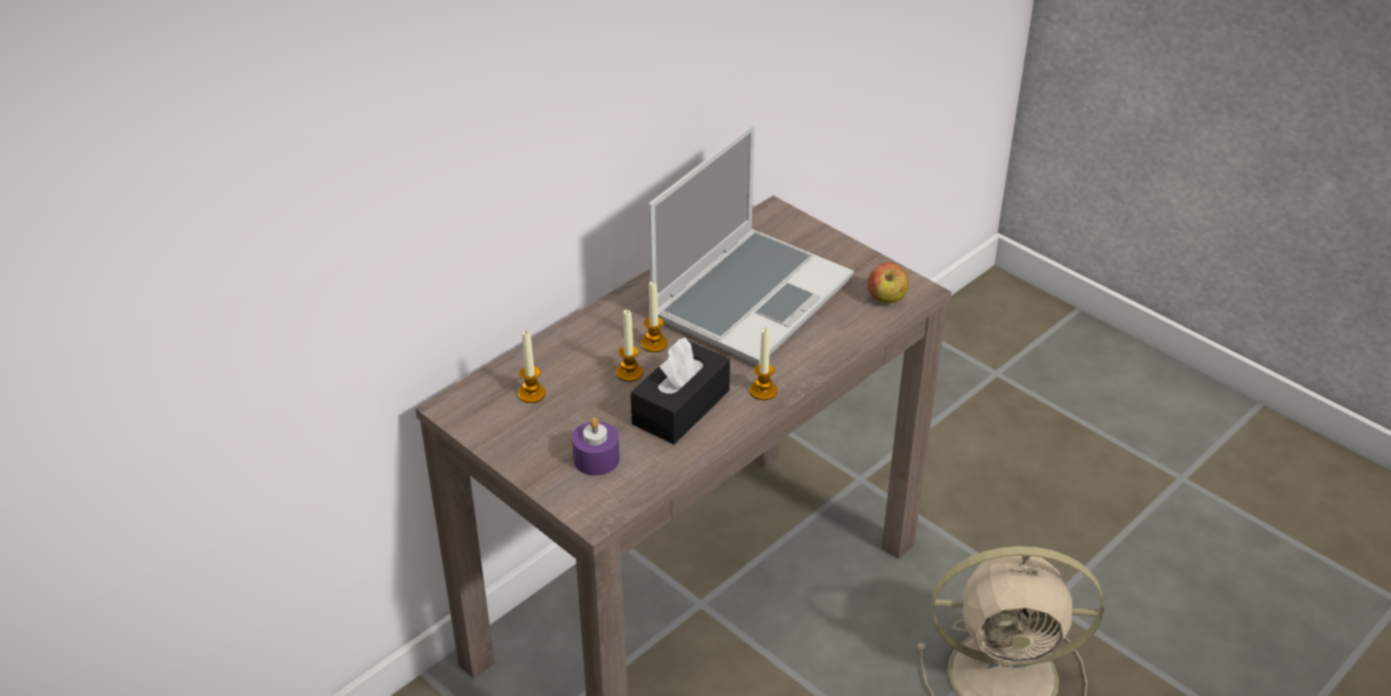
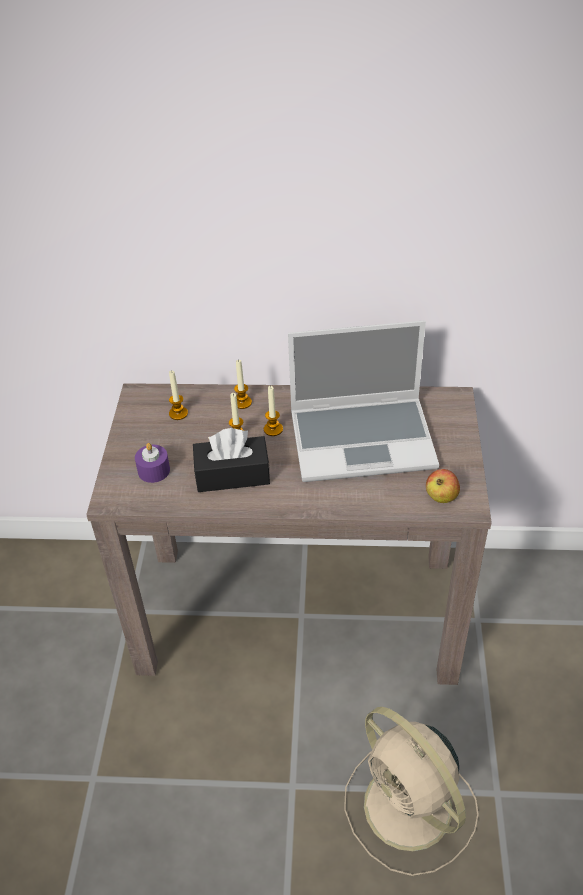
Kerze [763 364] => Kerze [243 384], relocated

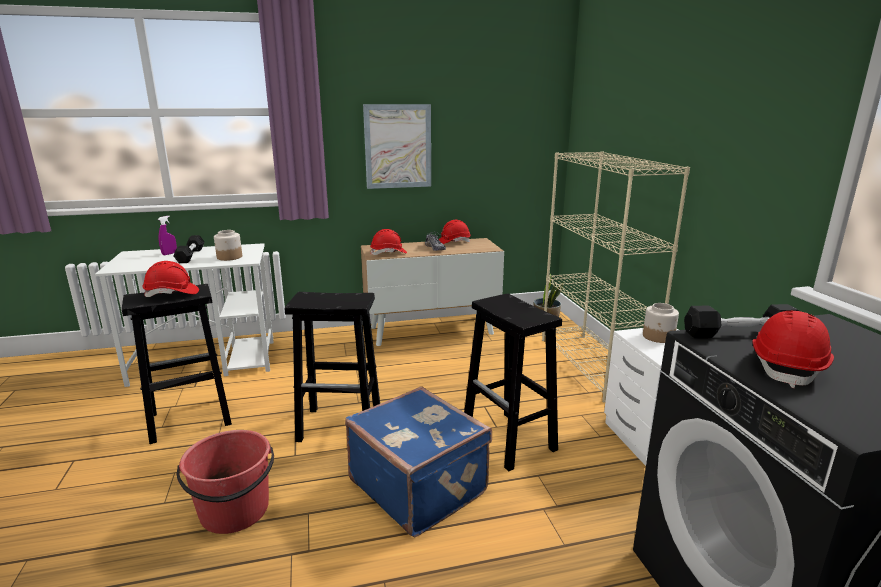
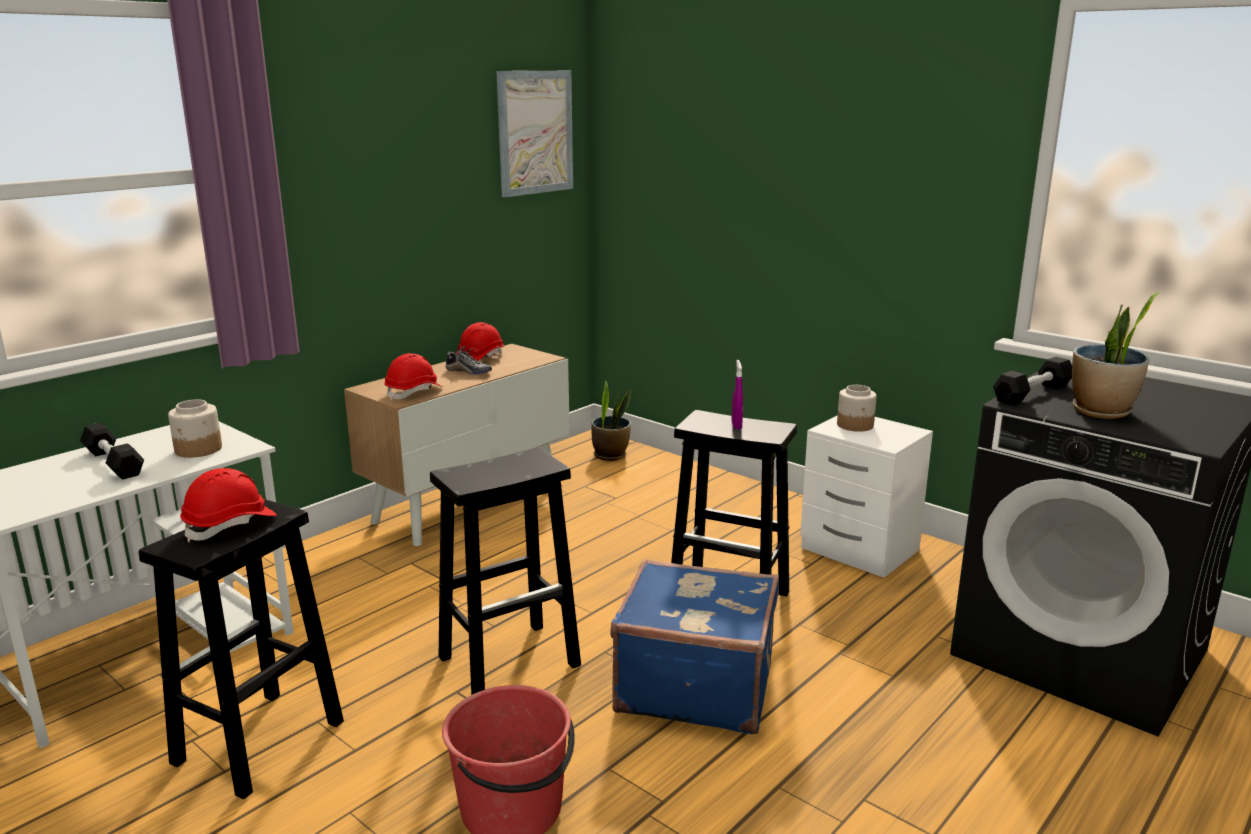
Bild [397 146] => Bild [534 134], relocated
Sprühflasche/lila [167 235] => Sprühflasche/lila [737 394], relocated
Schutzhelm/rot [793 349] => Topfpflanze [1116 355]
Bücherregal/beige [616 277] => nothing

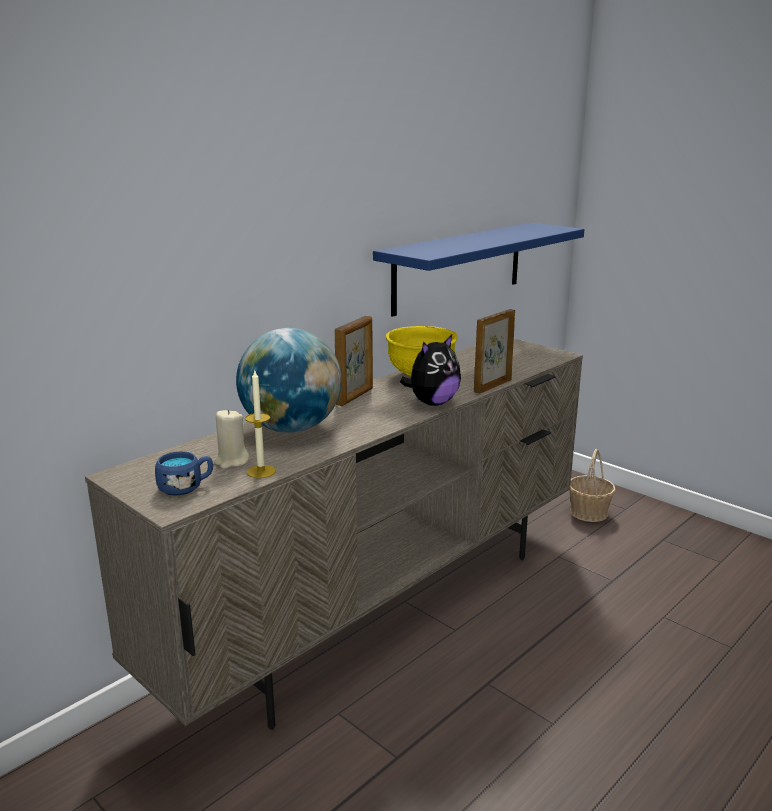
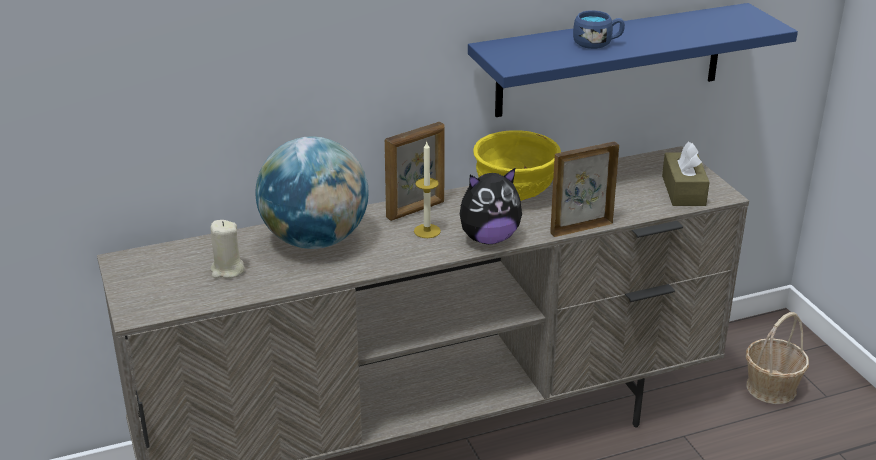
Kerze [260 423] => Kerze [427 190], relocated
Henkelbecher/blau [184 473] => Henkelbecher/blau [599 29], relocated
nothing => Taschentuchbox/braun [686 174]

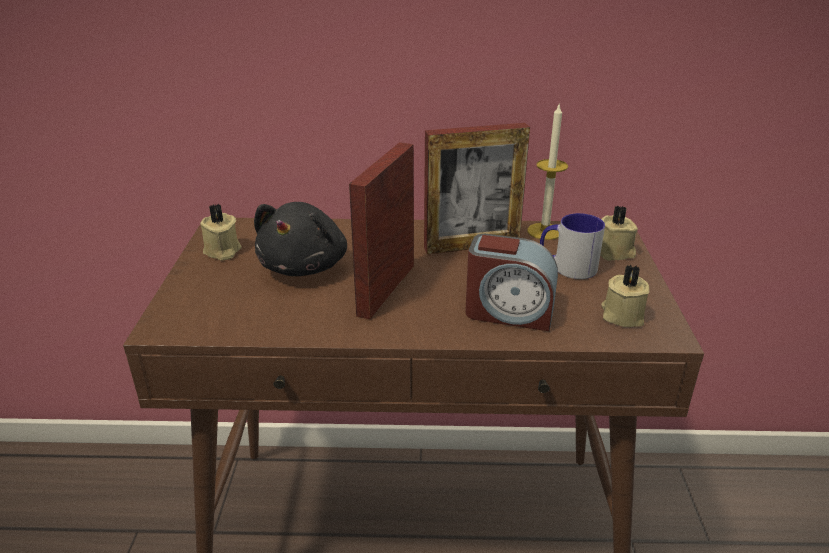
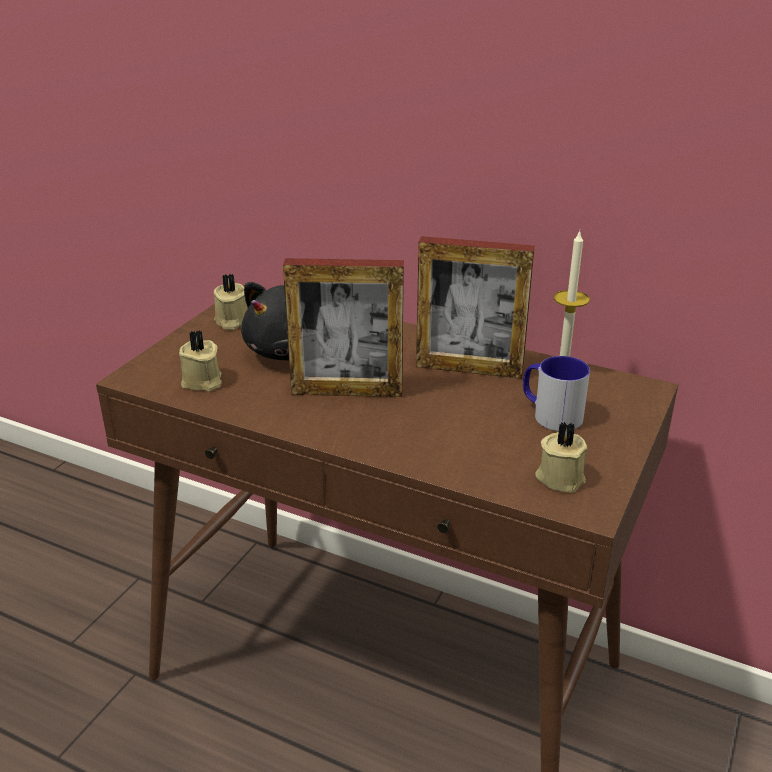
Kerze/beige [619 233] => Kerze/beige [200 361], relocated
Bilderrahmen [381 230] => Bilderrahmen [343 327], 135 degrees counterclockwise
Wecker [511 282] => nothing

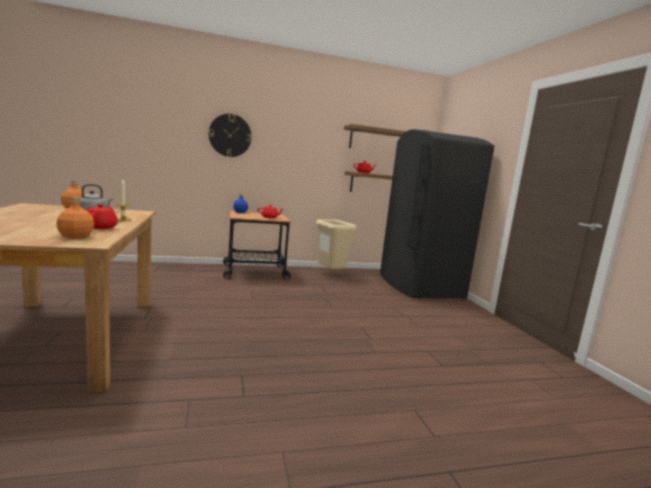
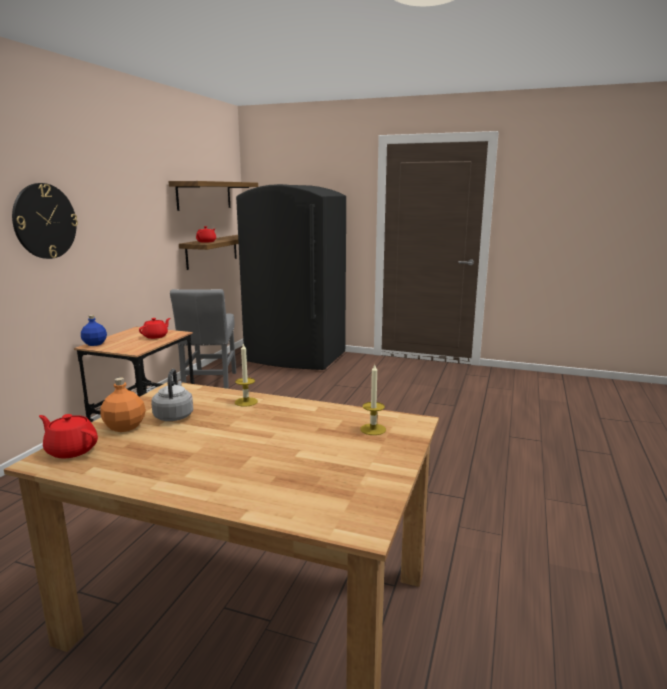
Teekanne/rot [102 216] => Teekanne/rot [68 436], relocated
Mülleimer/beige [336 244] => Stuhl/grau [203 339]
Flasche/orange [75 218] => Kerze [373 400]

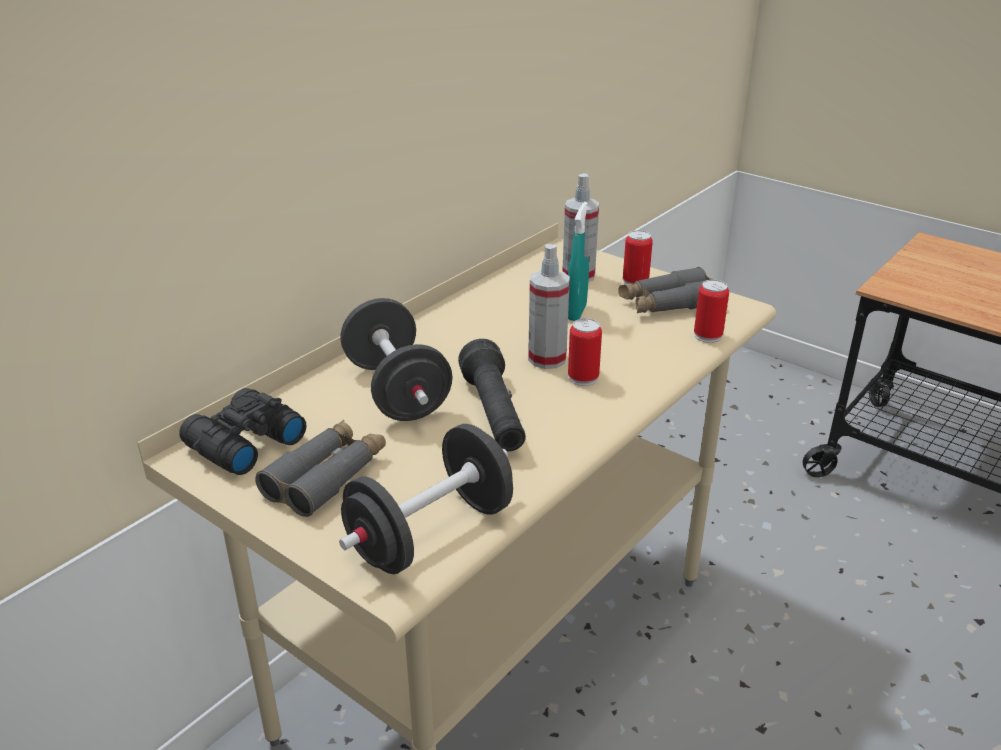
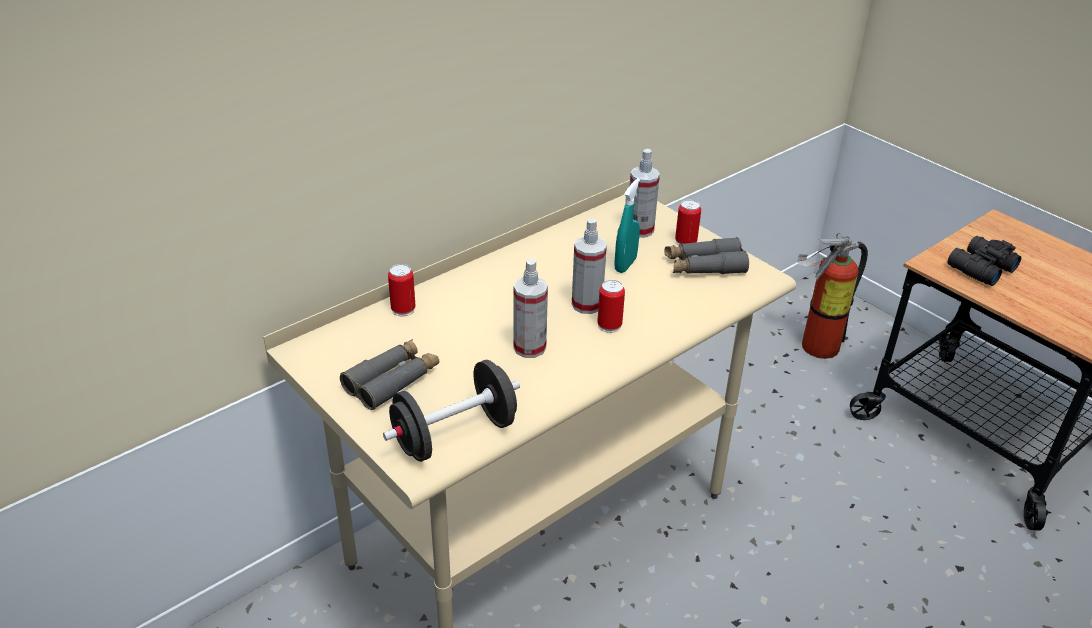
Dose [711 311] => Dose [402 290], relocated
Taschenlampe/schwarz [492 395] => Sprühflasche [530 308]
nothing => Feuerlöscher [832 296]
Fernglas/schwarz [242 431] => Fernglas/schwarz [984 261], relocated
Hantel/schwarz [397 359] => nothing

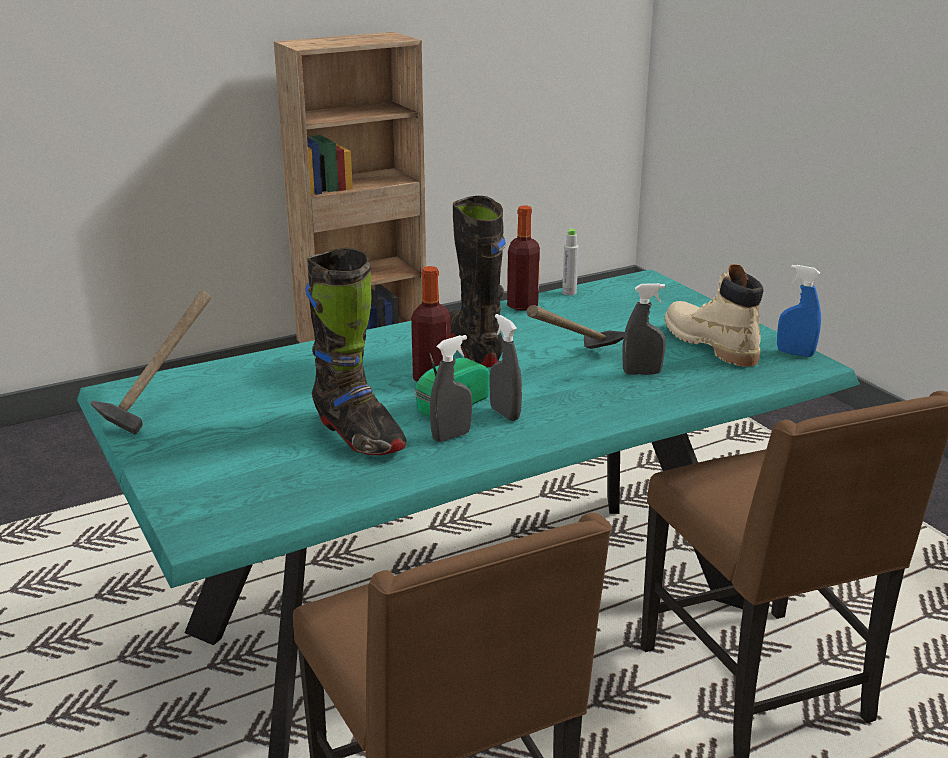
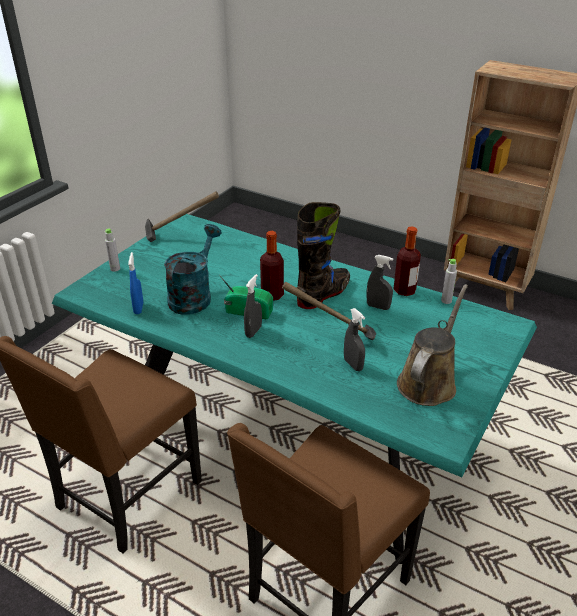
nothing => Flasche/grau [112 250]
Sprühflasche/blau [799 311] => Sprühflasche/blau [135 283], relocated
Stiefel/schwarz [356 351] => Gießkanne/türkis [193 269]
Sprühflasche/grau [451 388] => Sprühflasche/grau [379 282], relocated
Stiefel/beige [714 315] => Gießkanne/braun [432 345]

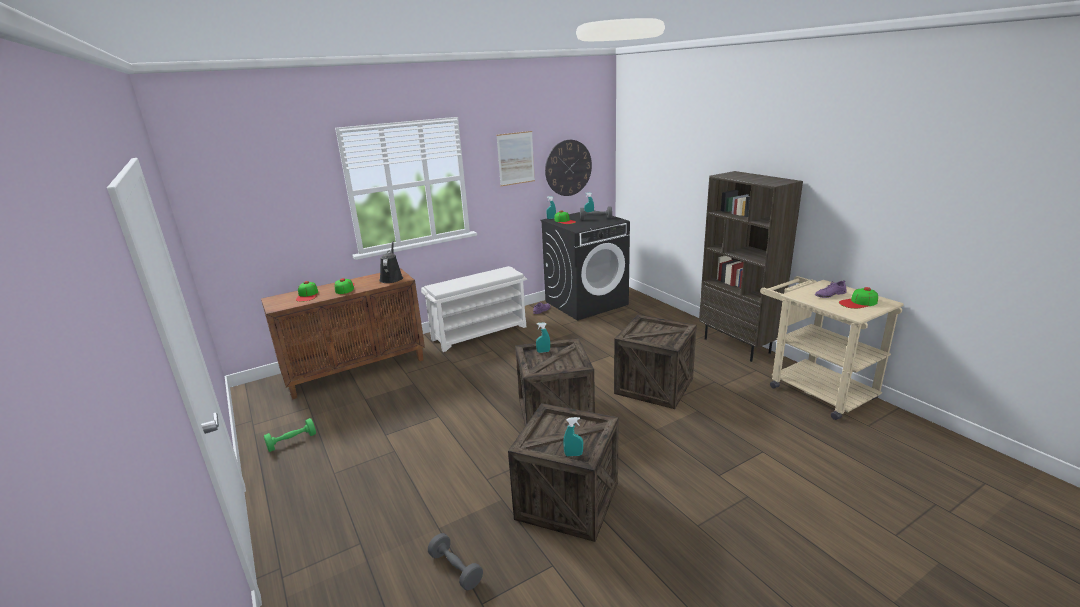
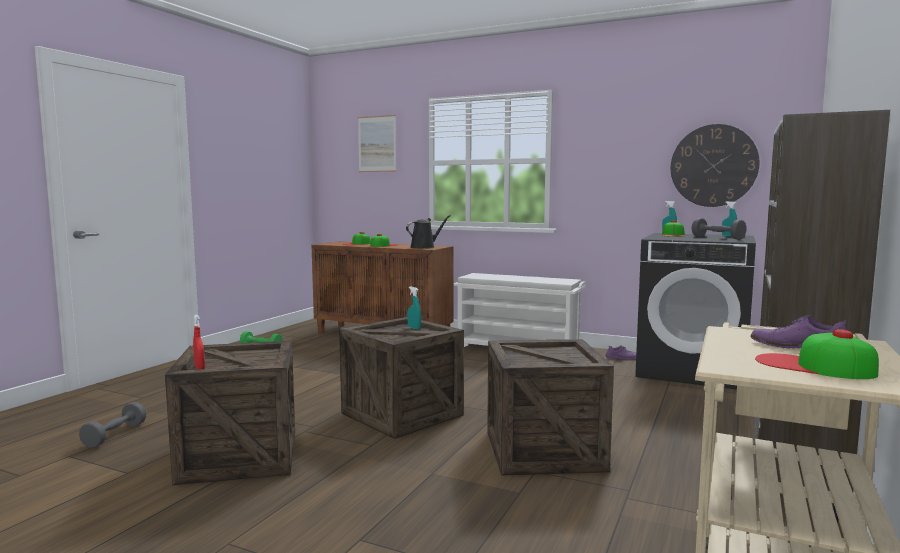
Sprühflasche/türkis [573 436] => Sprühflasche/rot [199 342]
Bild [515 158] => Bild [377 143], relocated

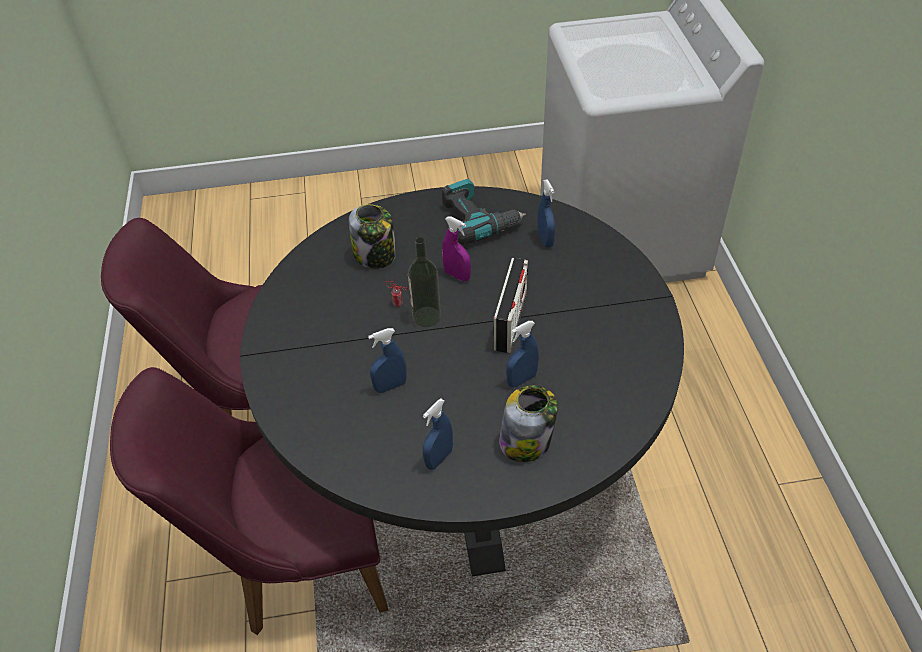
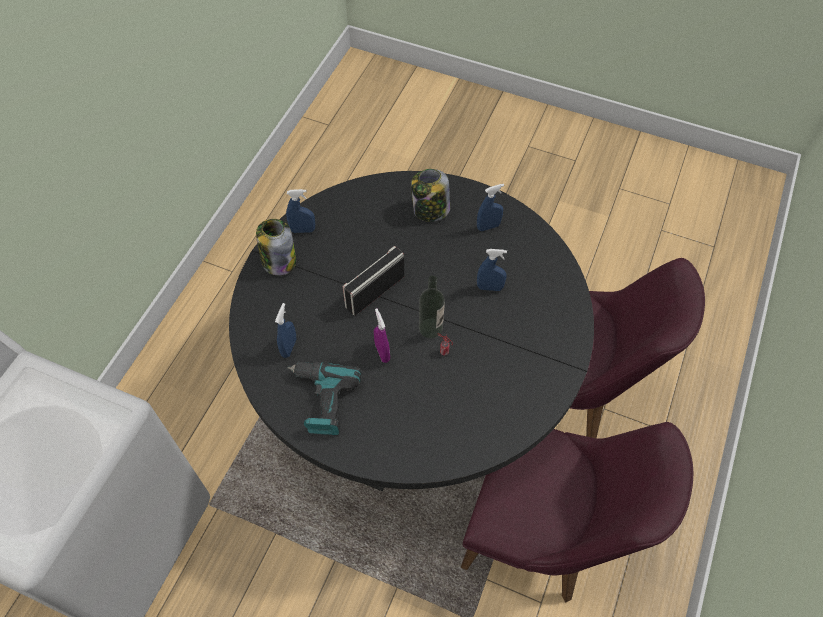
Vorratsglas [372 236] => Vorratsglas [276 247], relocated
Sprühflasche/blau [522 354] => Sprühflasche/blau [300 211], relocated

